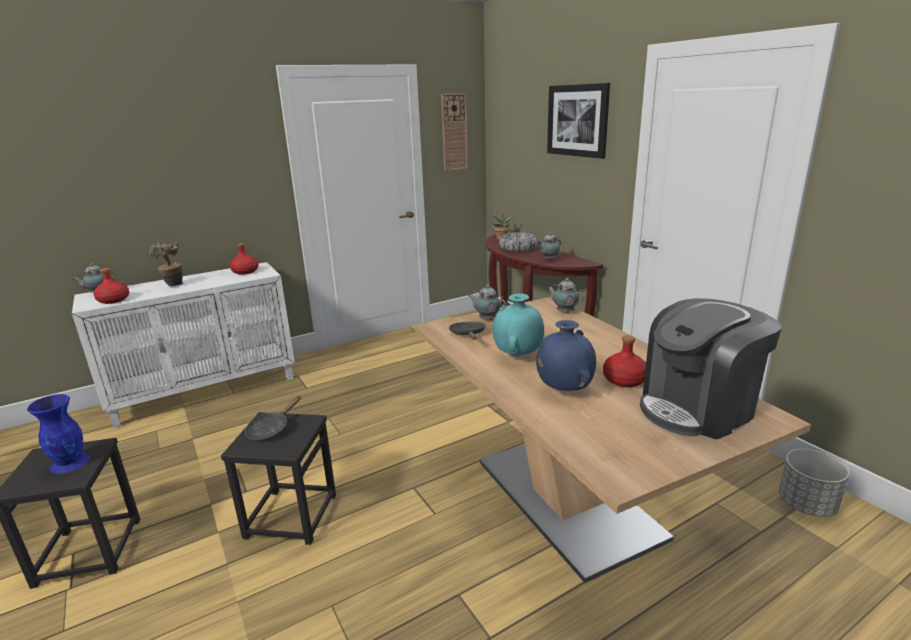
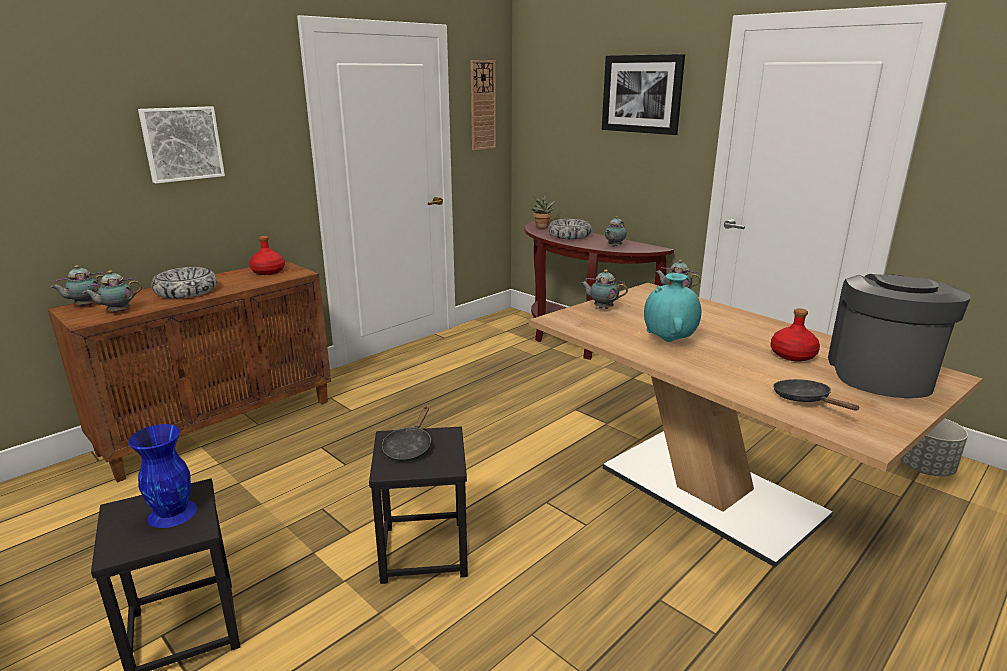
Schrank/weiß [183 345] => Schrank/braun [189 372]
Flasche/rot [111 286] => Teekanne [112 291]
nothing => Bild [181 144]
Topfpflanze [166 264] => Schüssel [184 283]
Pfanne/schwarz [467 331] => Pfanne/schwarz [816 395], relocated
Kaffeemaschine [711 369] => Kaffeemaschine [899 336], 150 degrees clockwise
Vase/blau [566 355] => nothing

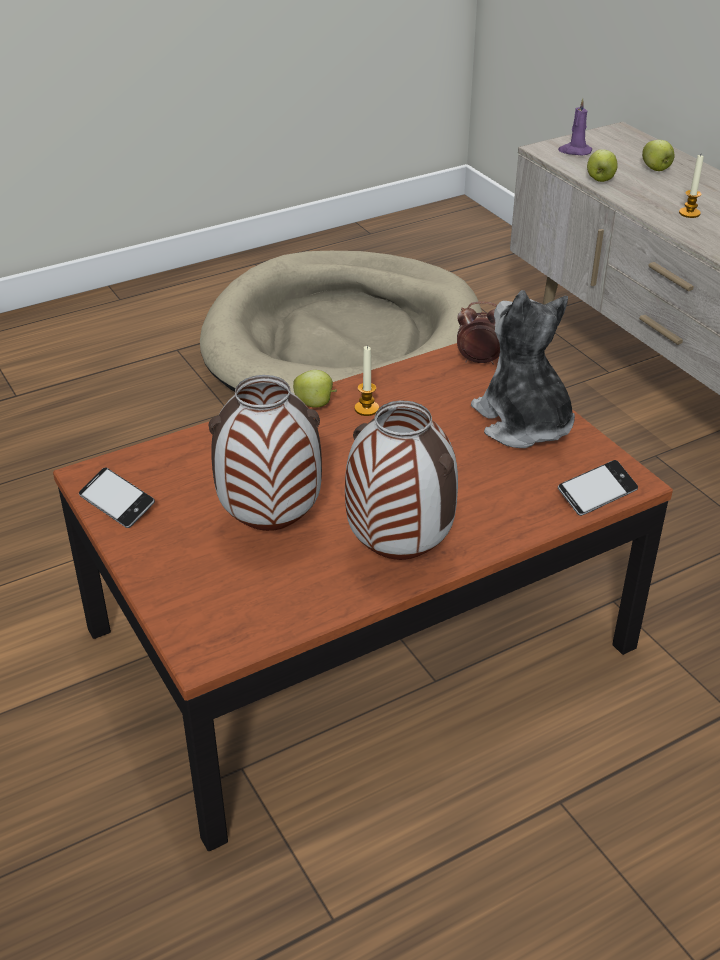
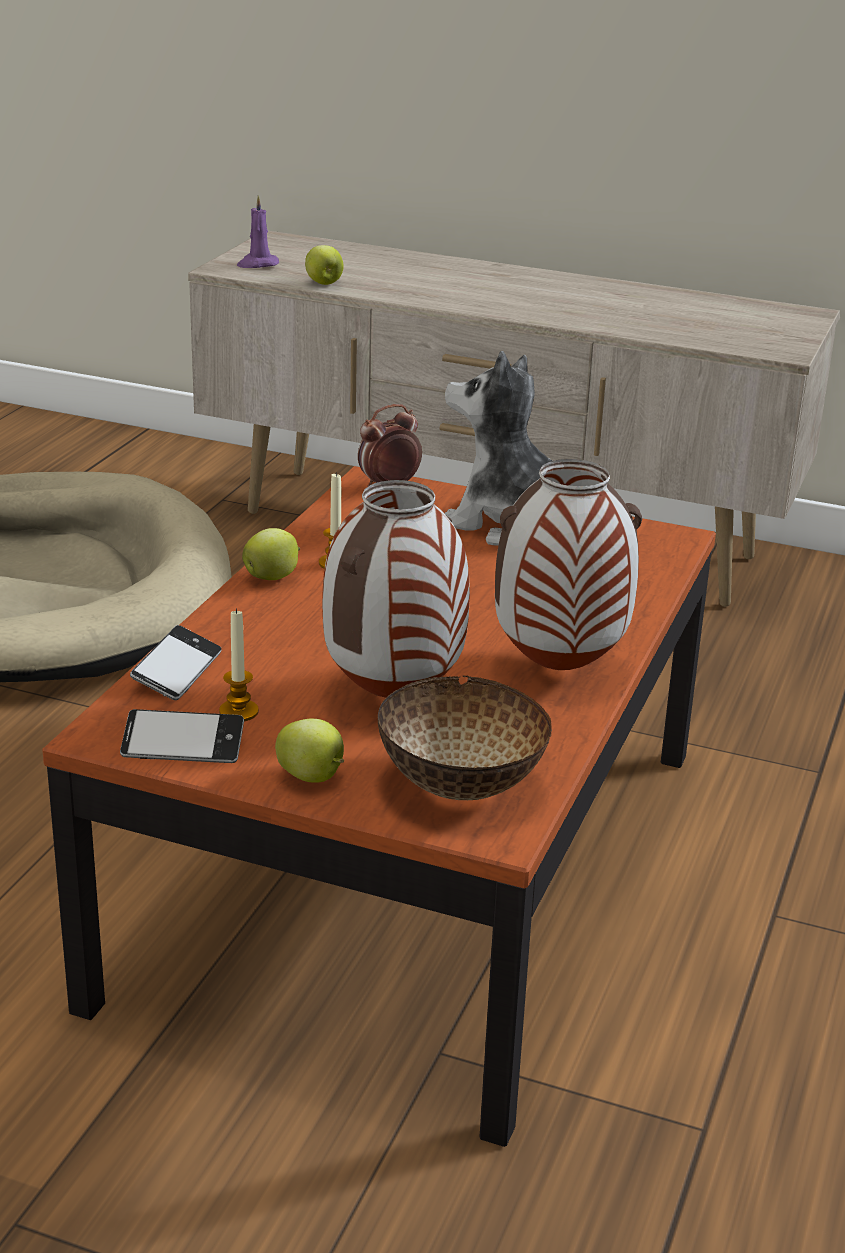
Handy [598 488] => Handy [176 662], relocated
Kerze [691 186] => Kerze [239 664], relocated
Apfel [658 155] => Apfel [309 751], relocated
nothing => Schüssel [465 737]

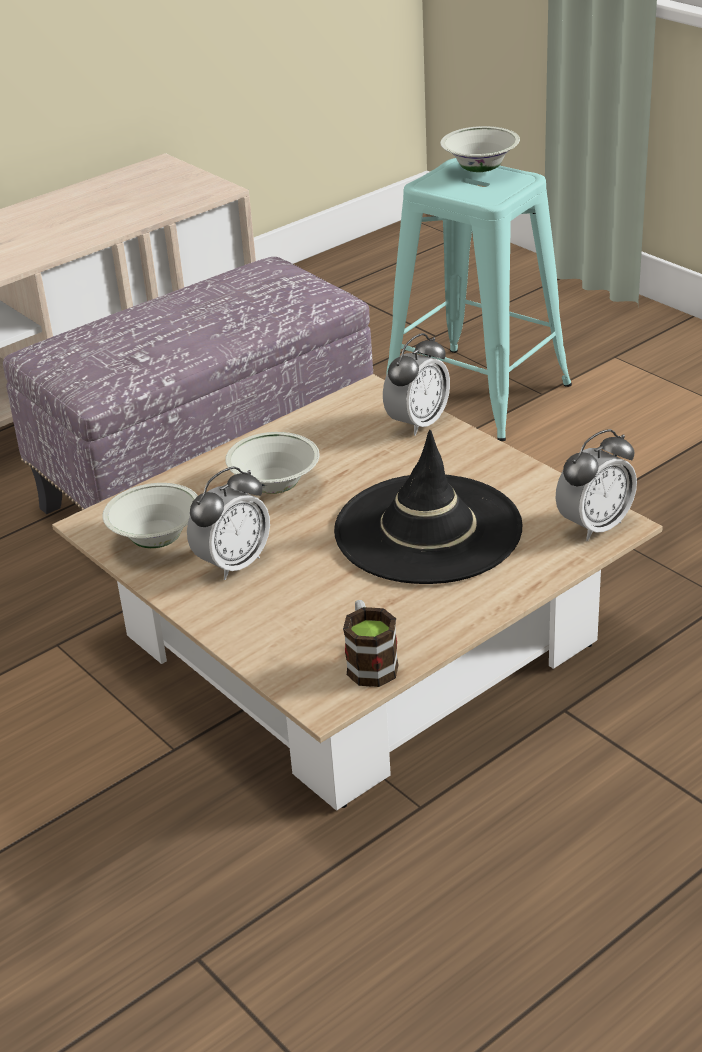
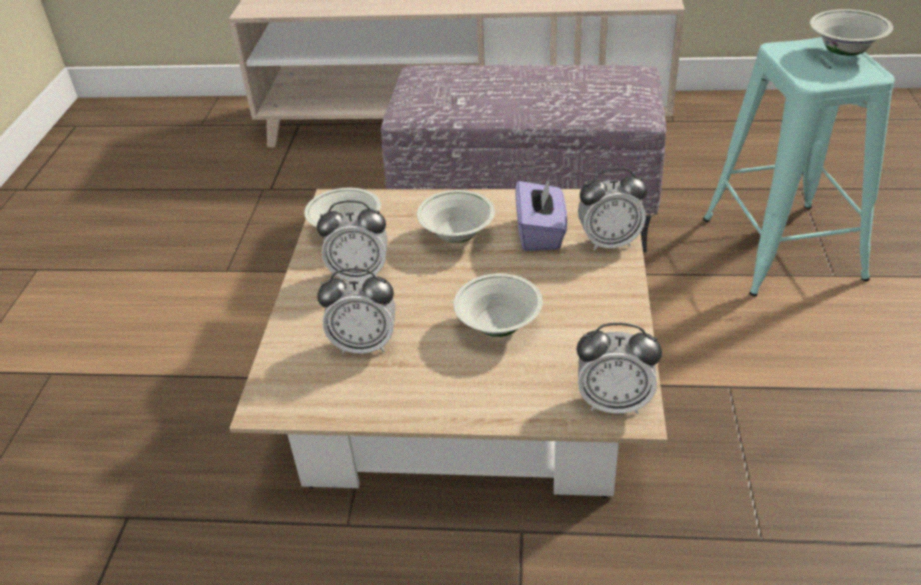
nothing => Wecker [356 311]
Hut/schwarz [428 507] => Schüssel/weiß [498 305]
nothing => Taschentuchbox/lila [541 214]
Henkelbecher [371 643] => nothing

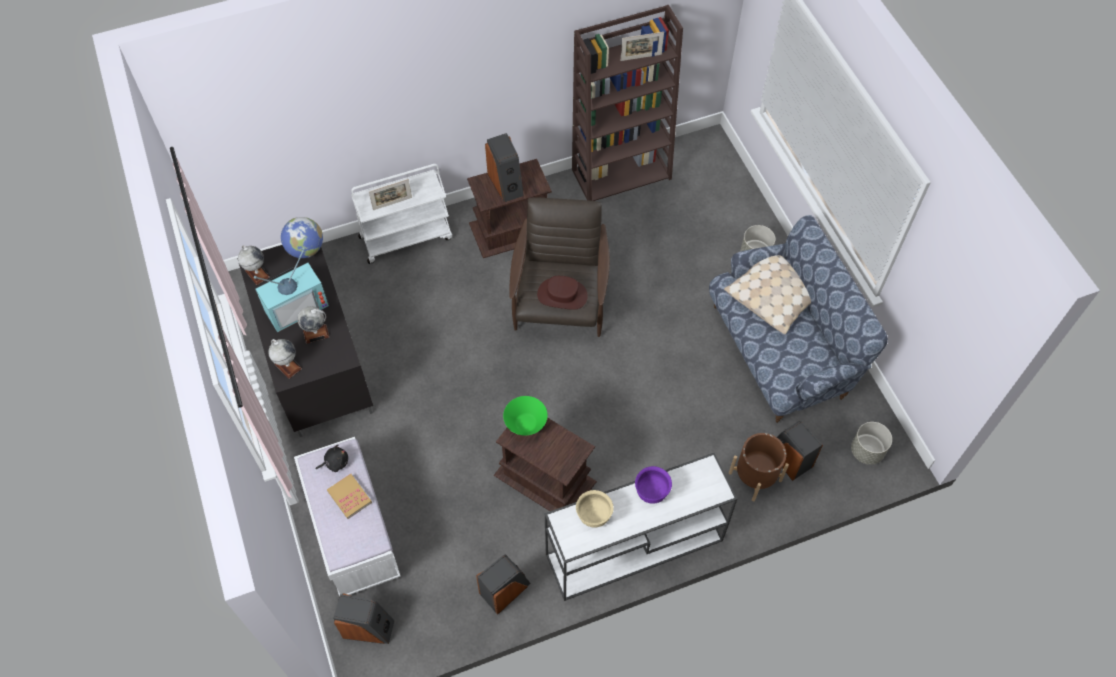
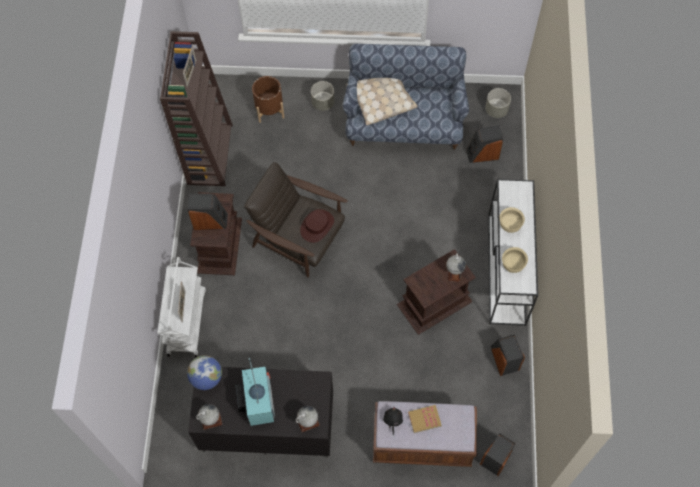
Pflanzkübel/braun [759 467] => Pflanzkübel/braun [268 99], relocated
Bank/weiß [347 517] => Bank/braun [425 434]
Globus [313 325] => Globus [456 267], relocated
Schüssel/lila [653 485] => Schüssel/beige [512 220]
Schüssel/grün [525 416] => nothing

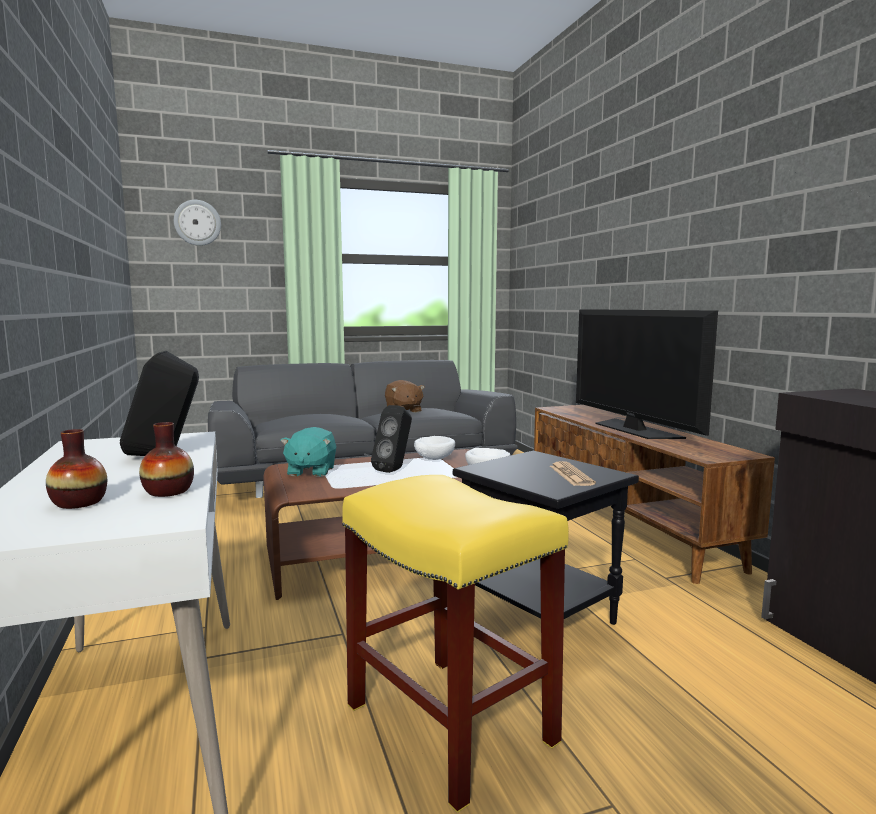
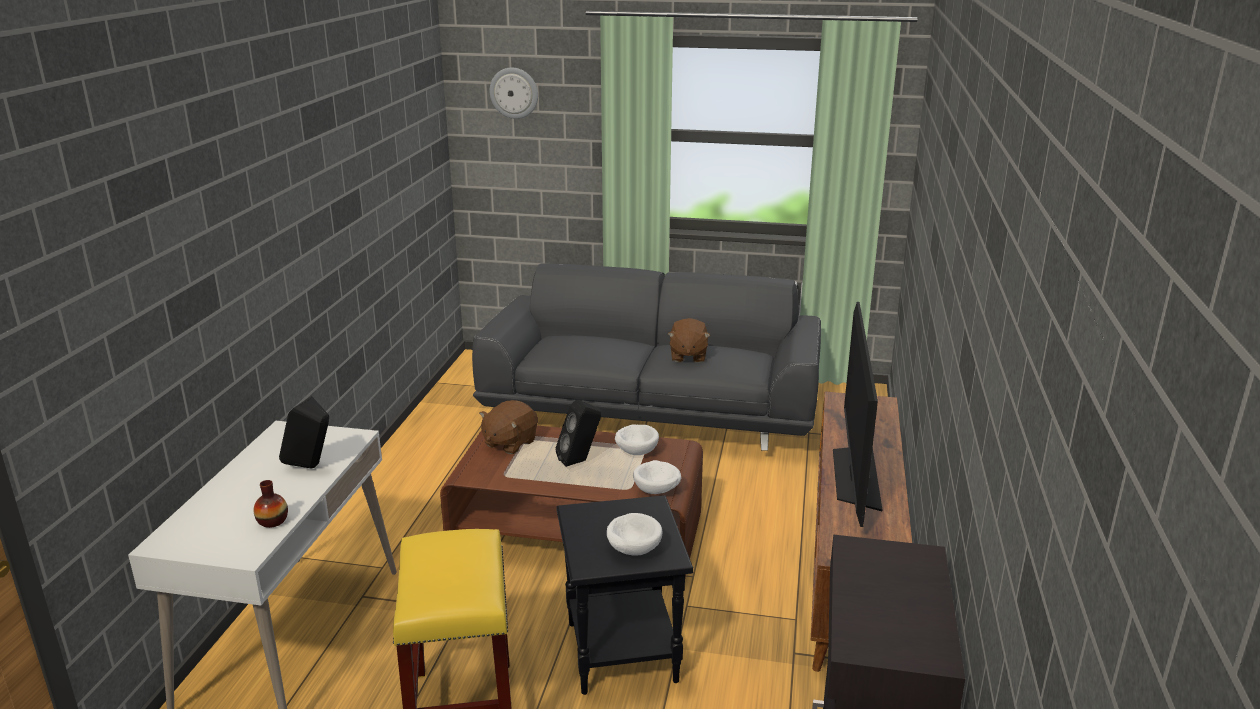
Plüschtier/türkis [308 452] => Plüschtier/braun [508 427]
Zeitung [573 473] => Schüssel/weiß [634 534]
Vase [76 469] => nothing

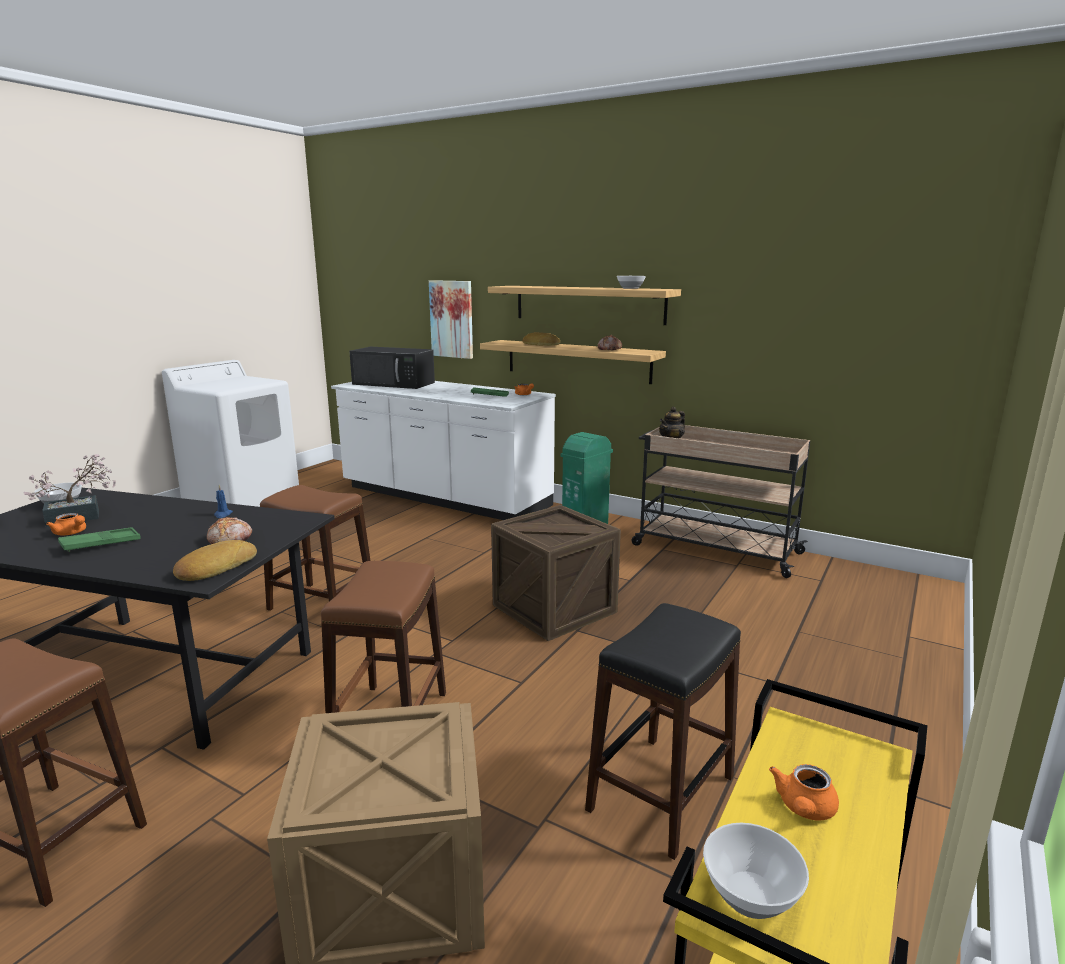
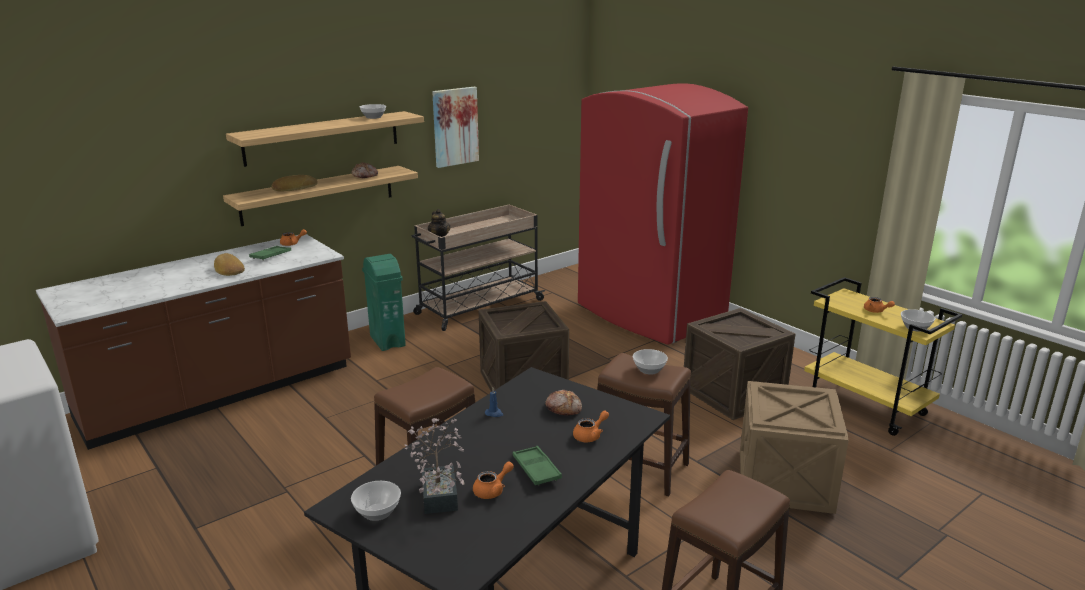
Küchenzeile/weiß [443 450] => Küchenzeile/braun [193 342]
Brot [215 560] => Brot [229 264], relocated
Bild [451 319] => Bild [455 127], relocated
nothing => Teekanne/orange [591 426]
nothing => Kühlschrank/rot [663 214]
nothing => Schüssel [650 362]
Hocker/schwarz [663 731] => Kiste [739 364]
Mikrowelle/schwarz [392 368] => nothing

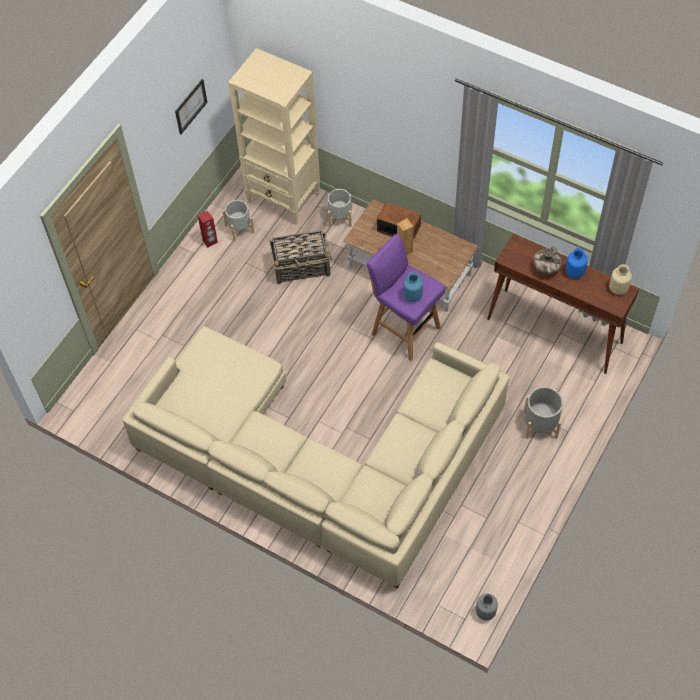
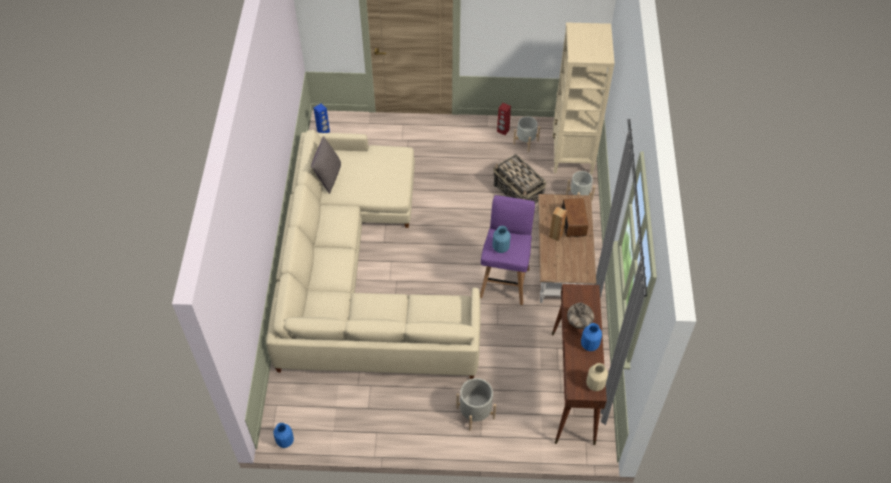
Vase/grau [487 607] => Vase/blau [284 435]
nothing => Kissen/grau [326 165]
nothing => Lautsprecher/blau [322 118]
Bild [191 107] => nothing

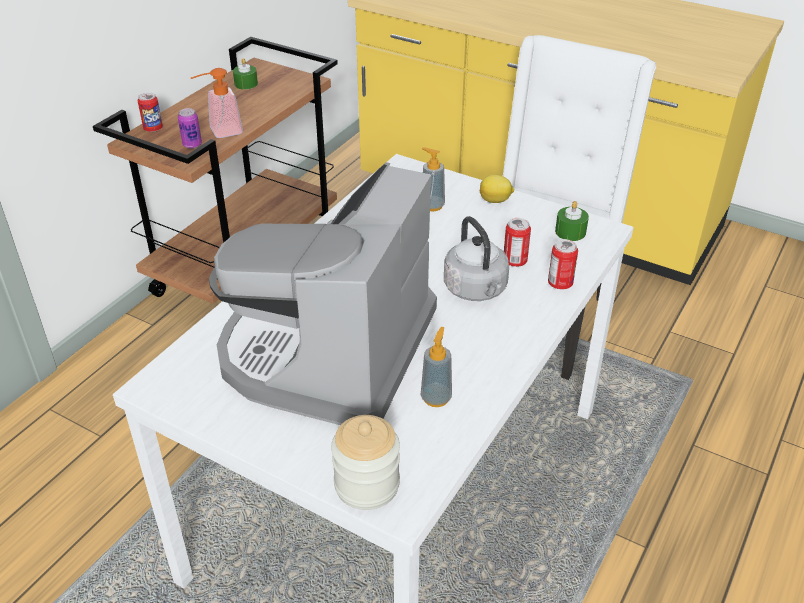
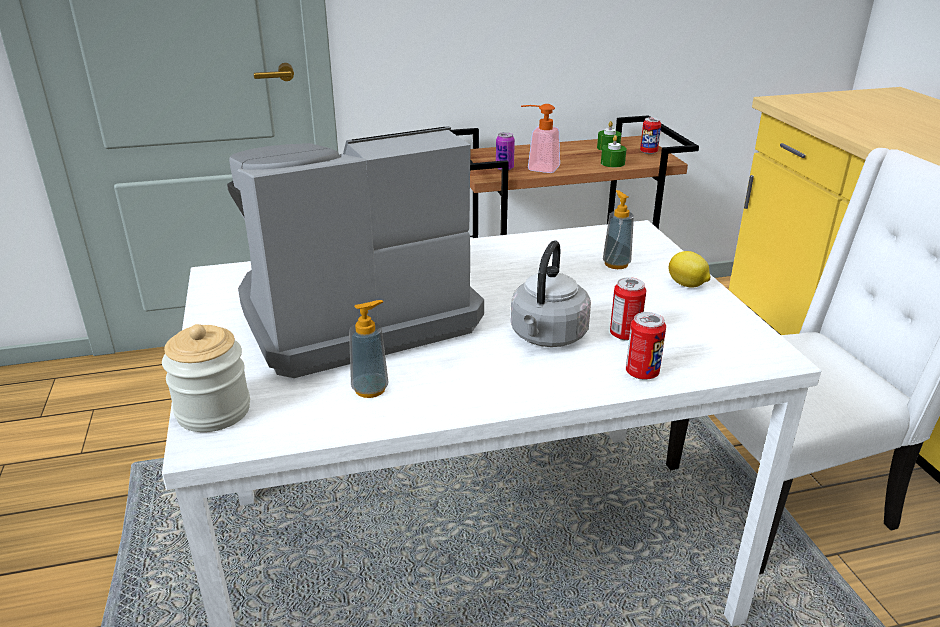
Kerze/grün [572 221] => Kerze/grün [613 151], relocated
Dose [150 112] => Dose [650 135], relocated

